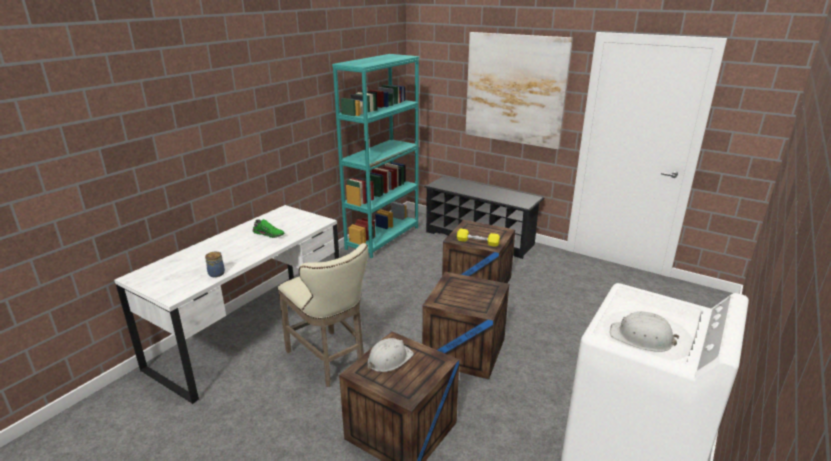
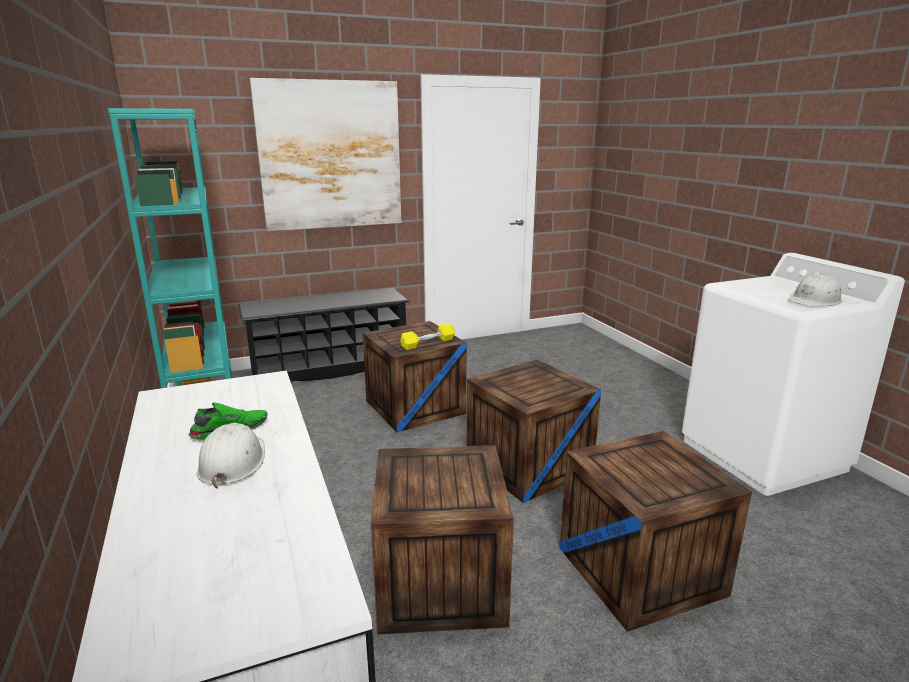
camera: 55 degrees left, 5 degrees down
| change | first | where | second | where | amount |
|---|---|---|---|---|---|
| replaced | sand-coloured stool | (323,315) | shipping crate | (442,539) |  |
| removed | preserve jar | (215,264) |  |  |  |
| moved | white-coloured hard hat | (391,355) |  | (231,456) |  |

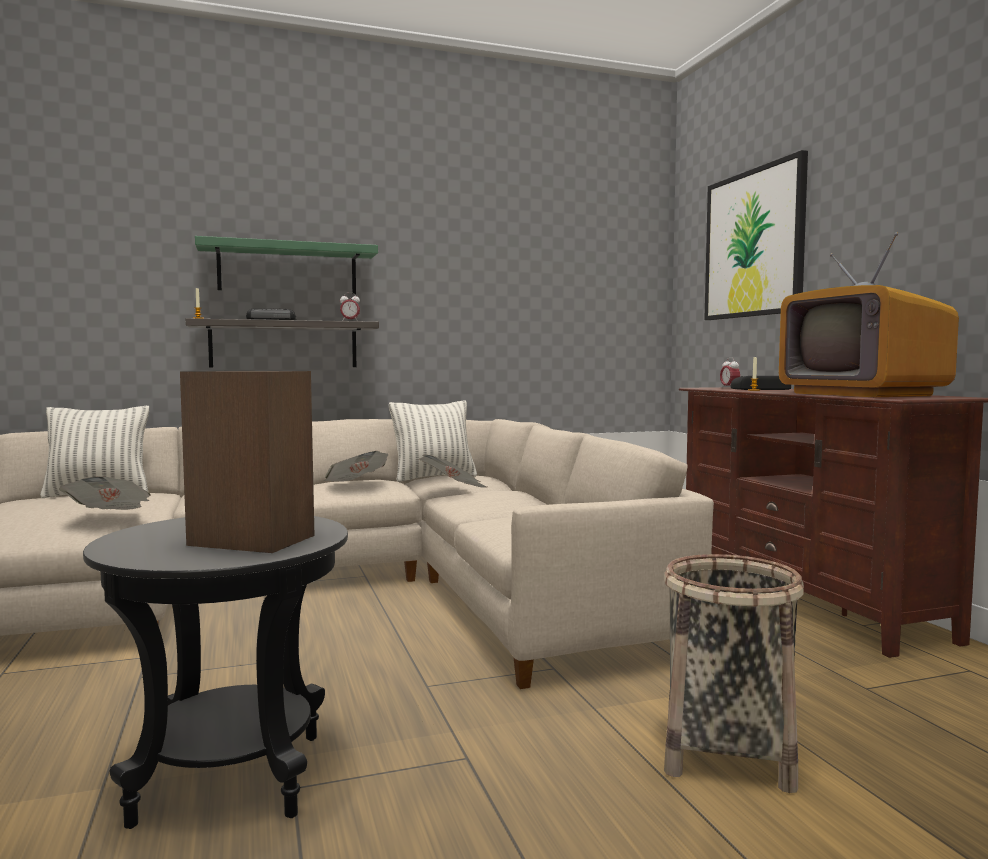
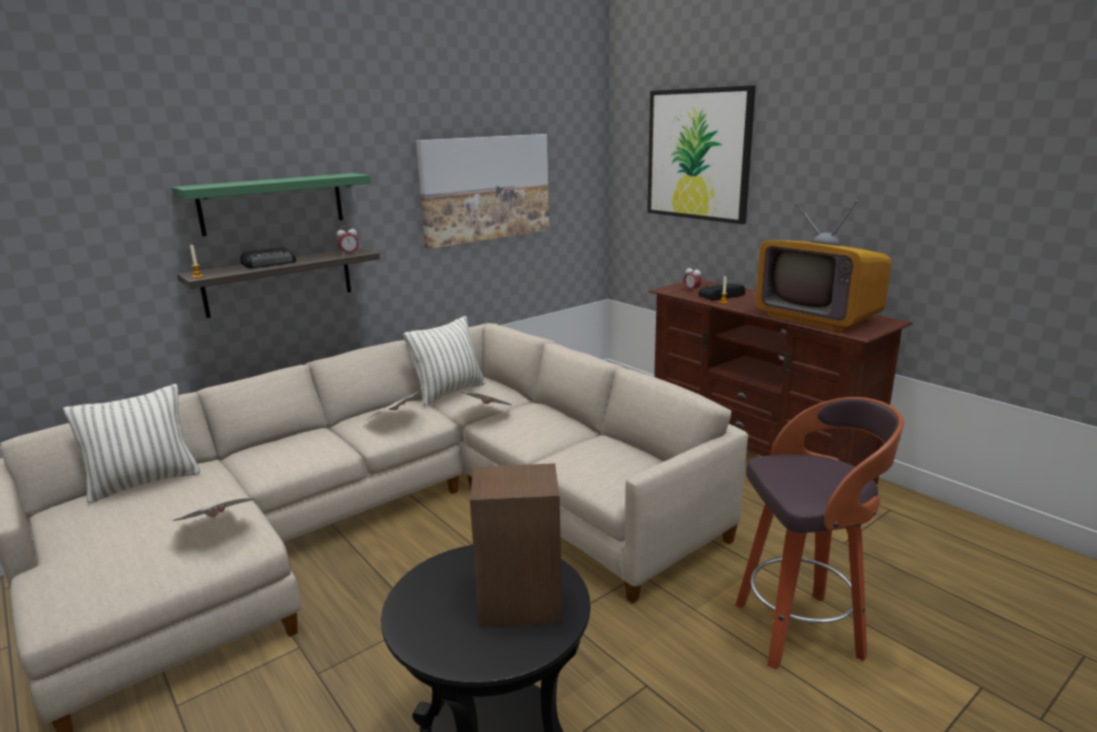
camera: 20 degrees left, 15 degrees up
| change | first | where | second | where | amount |
|---|---|---|---|---|---|
| replaced | household basket | (734,673) | stool | (819,533) |  |
| added |  |  | wall art | (482,191) |  |

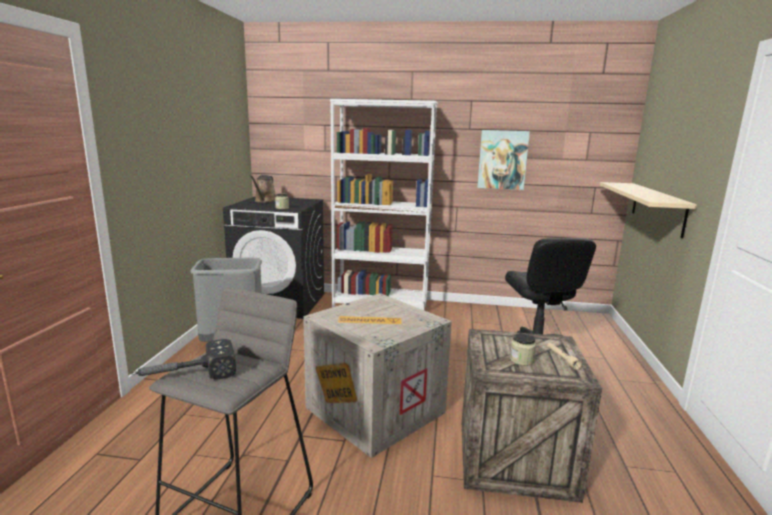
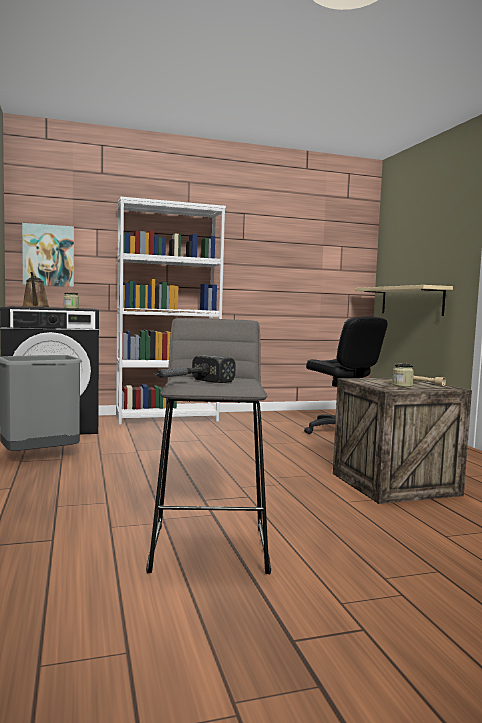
camera: 25 degrees left, 10 degrees down
| change | first | where | second | where | amount |
|---|---|---|---|---|---|
| moved | wall art | (503,160) |  | (48,255) |  |
| removed | shipping crate | (377,375) |  |  |  |

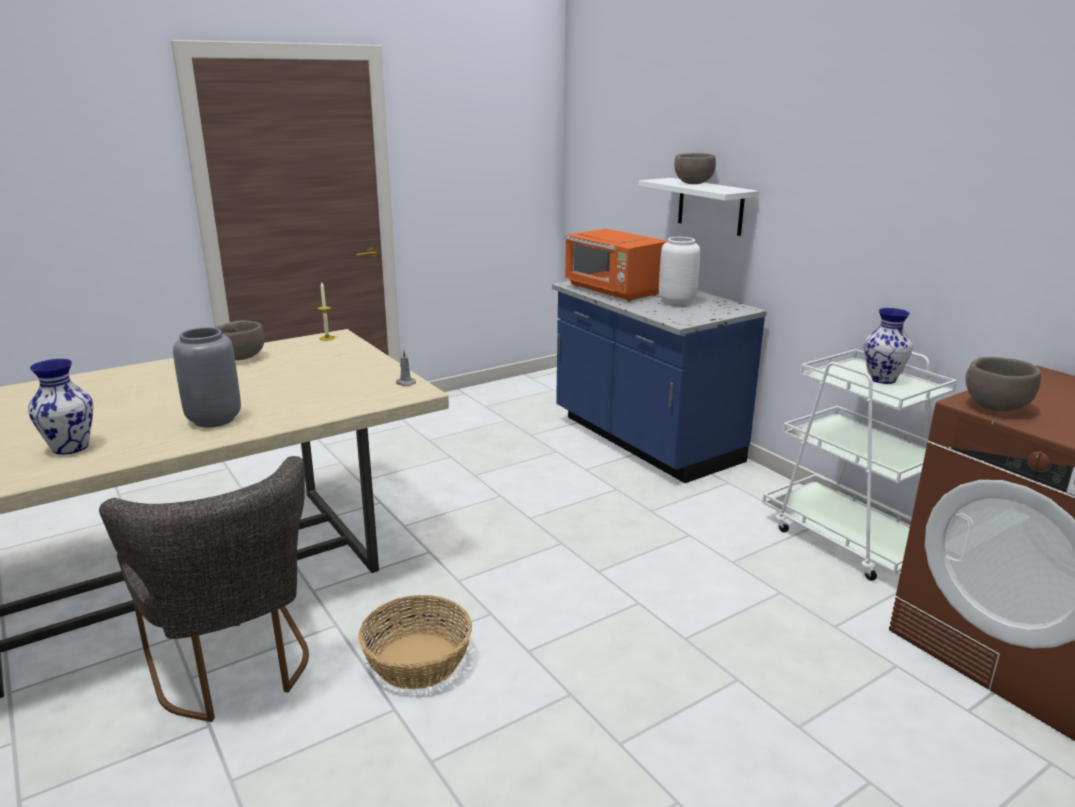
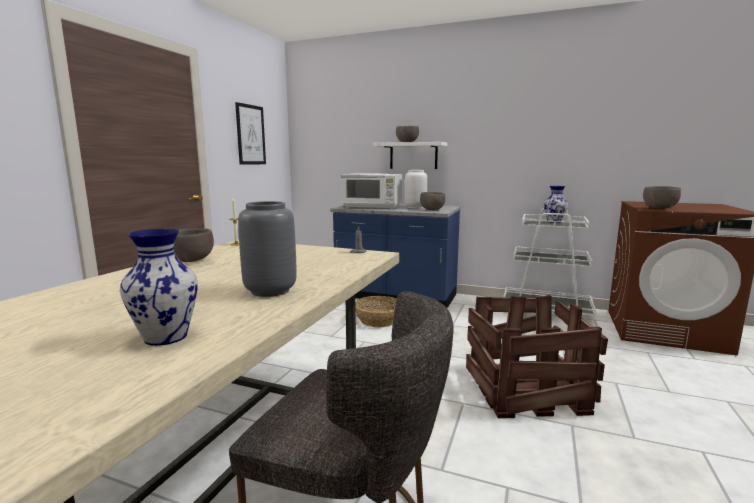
camera: 35 degrees left, 10 degrees down
| change | first | where | second | where | amount |
|---|---|---|---|---|---|
| recoloured | orangey microwave oven | (616,265) | white-coloured microwave oven | (371,191) |  |
| moved | household basket | (415,642) |  | (376,311) |  |
| added |  |  | wall art | (250,133) |  |
| added |  |  | brown-coloured bowl | (432,201) |  |
| added |  |  | shipping crate | (537,356) |  |

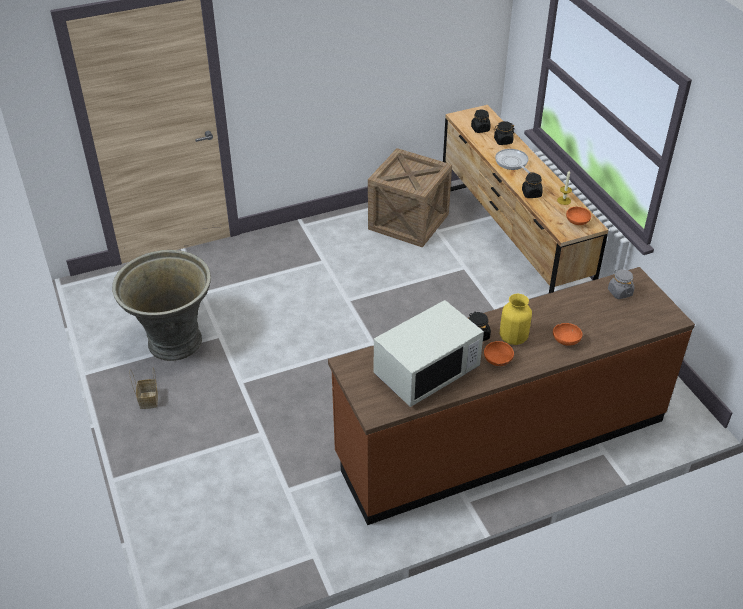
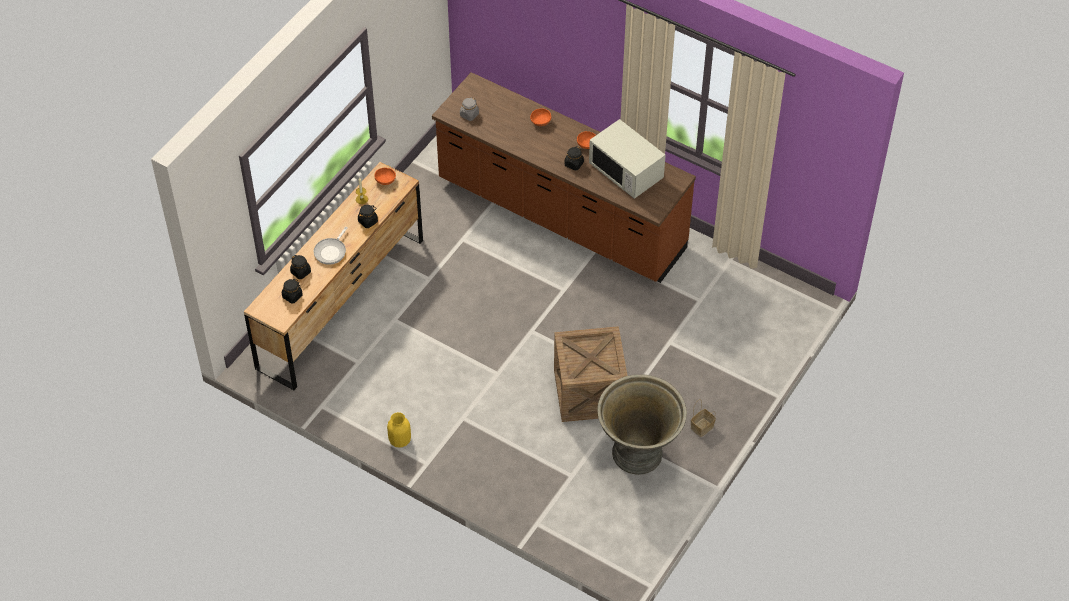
camera: 125 degrees left, 10 degrees up
| change | first | where | second | where | amount |
|---|---|---|---|---|---|
| moved | shipping crate | (410,198) |  | (590,374) |  |
| moved | yellow decorative vase | (516,319) |  | (399,430) |  |
| turned | white-coloured microwave oven | (429,353) |  | (627,159) | 150 degrees counterclockwise |

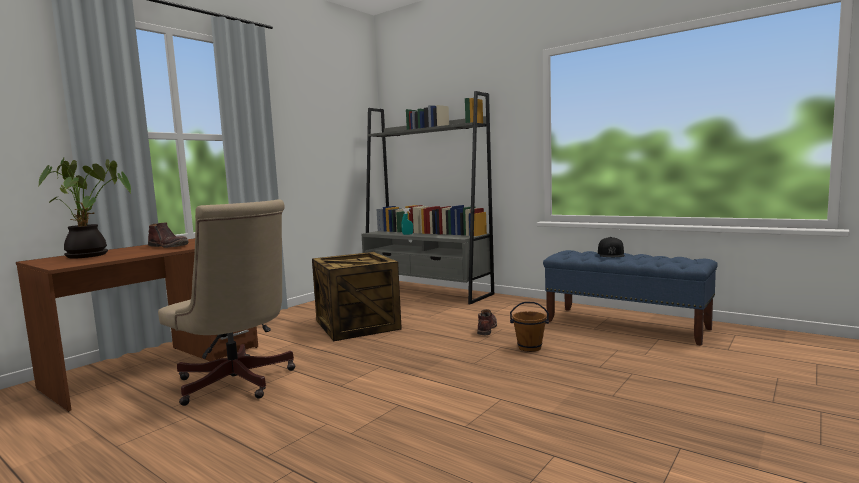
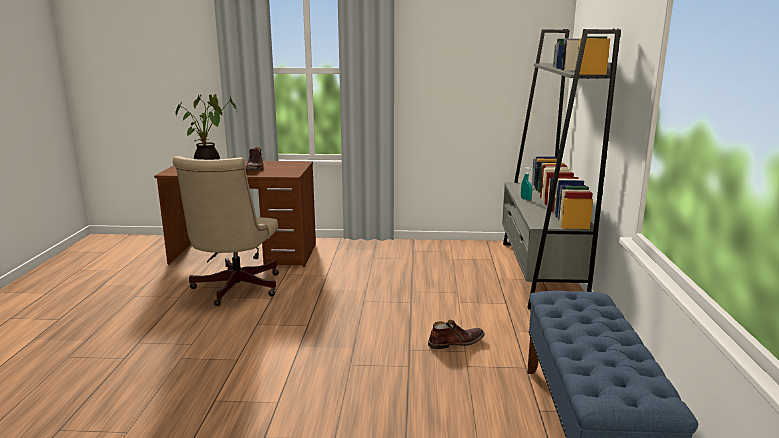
camera: 55 degrees right, 10 degrees up
| change | first | where | second | where | amount |
|---|---|---|---|---|---|
| removed | blackish baseball cap | (611,247) |  |  |  |
| removed | shipping crate | (357,296) |  |  |  |
| removed | brown-coloured pail | (529,327) |  |  |  |

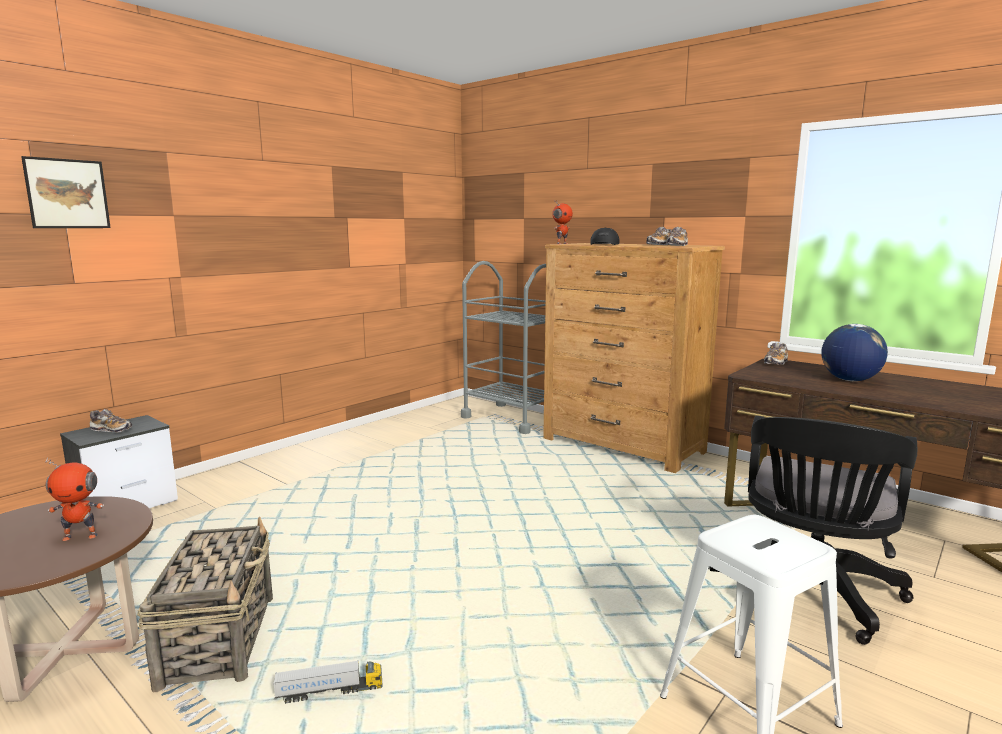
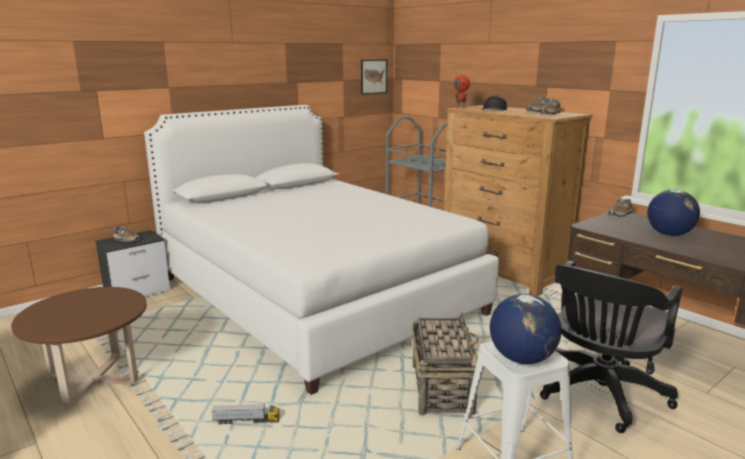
camera: 10 degrees right, 5 degrees up
| change | first | where | second | where | amount |
|---|---|---|---|---|---|
| moved | wall art | (66,192) |  | (374,77) |  |
| removed | toy robot | (75,499) |  |  |  |
| moved | household basket | (205,604) |  | (445,364) |  |
| added |  |  | white-coloured sleeping bed | (321,250) |  |
| added |  |  | world globe | (525,329) |  |

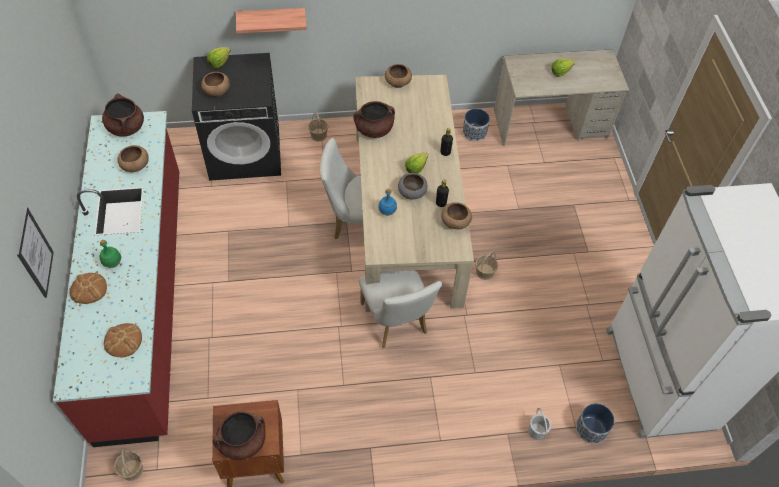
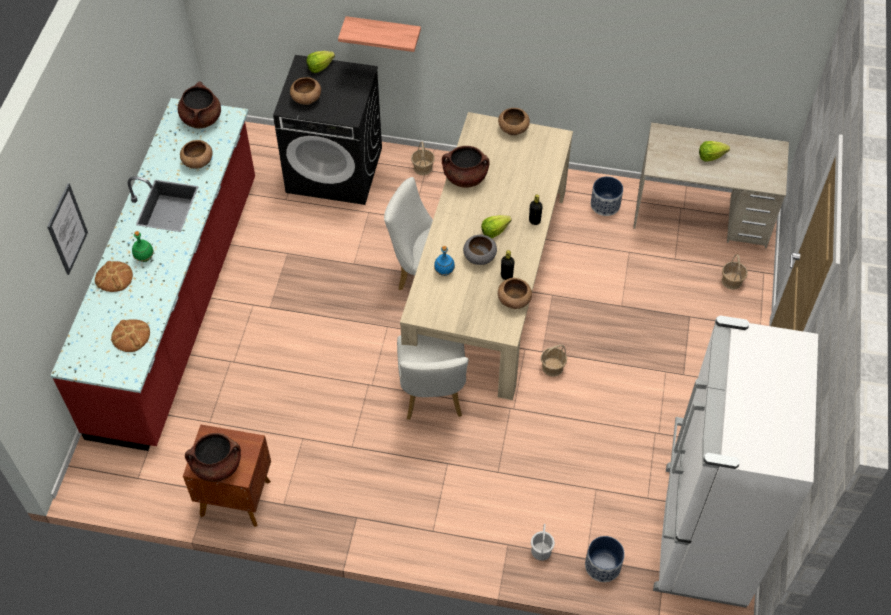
camera: 20 degrees right, 0 degrees up
| change | first | where | second | where | amount |
|---|---|---|---|---|---|
| moved | household basket | (128,464) |  | (735,272) |  |

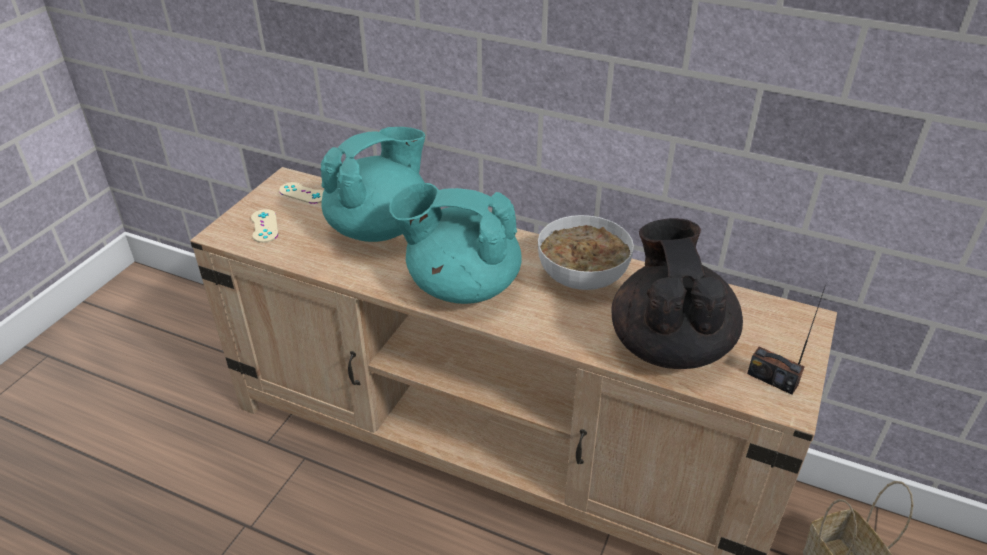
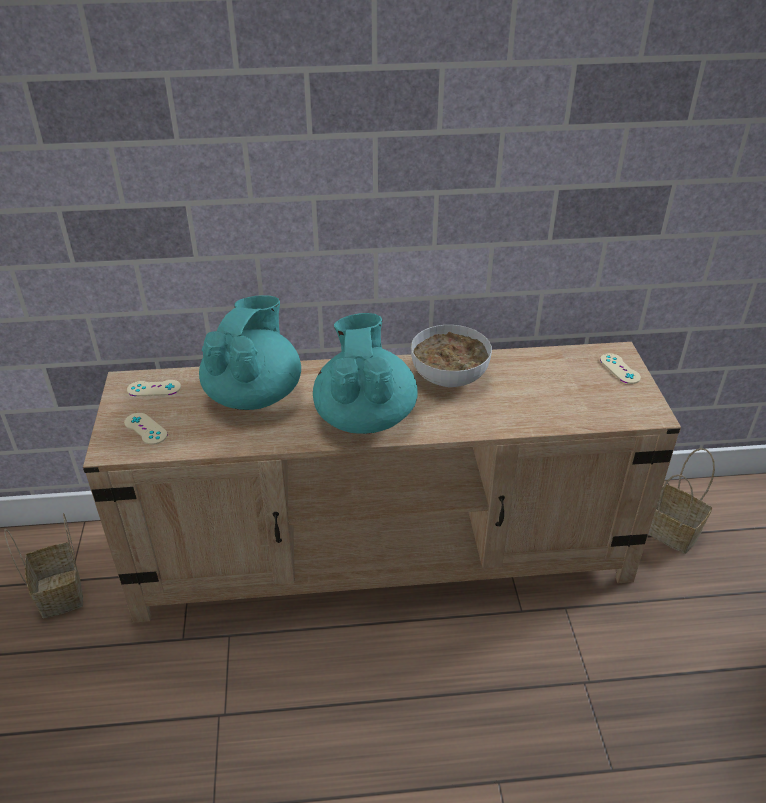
camera: 30 degrees left, 0 degrees up
| change | first | where | second | where | amount |
|---|---|---|---|---|---|
| turned | blue-green tea pot | (455,243) |  | (365,373) | 105 degrees clockwise |
| removed | blackish tea pot | (677,293) |  |  |  |
| removed | radio | (786,340) |  |  |  |
| added |  |  | sand-coloured joypad | (620,368) |  |
| added |  |  | household basket | (43,566) |  |

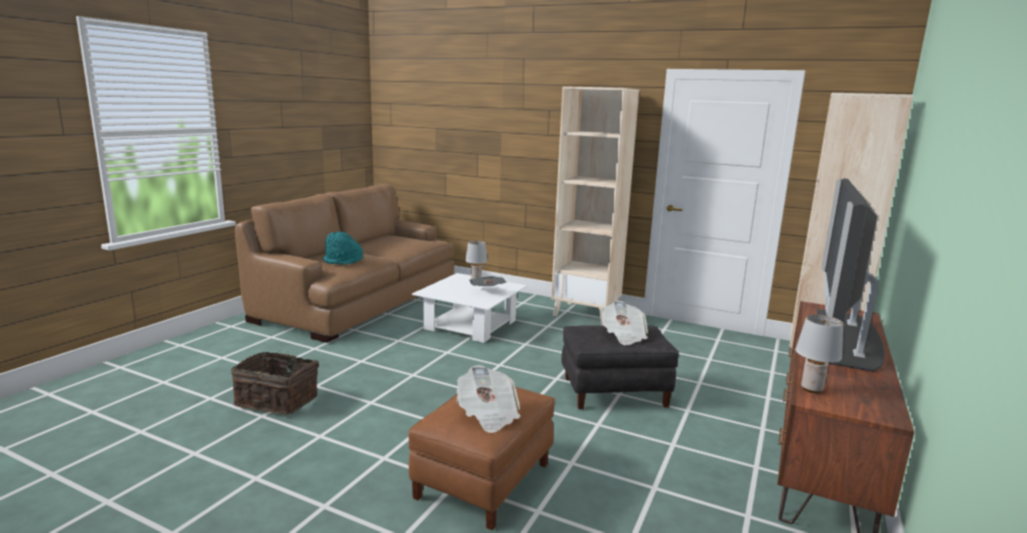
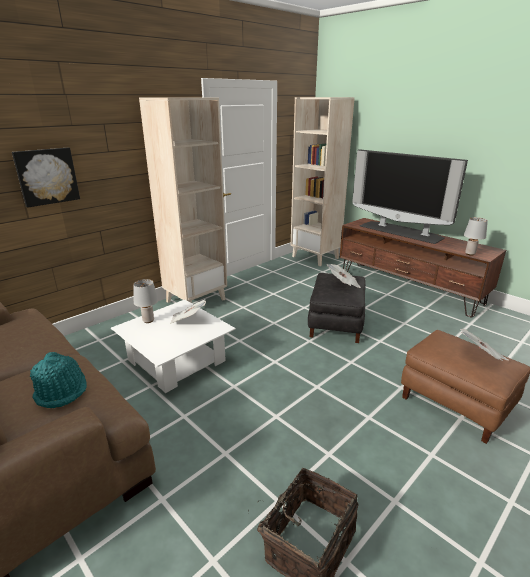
camera: 70 degrees left, 10 degrees up
| change | first | where | second | where | amount |
|---|---|---|---|---|---|
| added |  |  | wall art | (46,178) |  |

